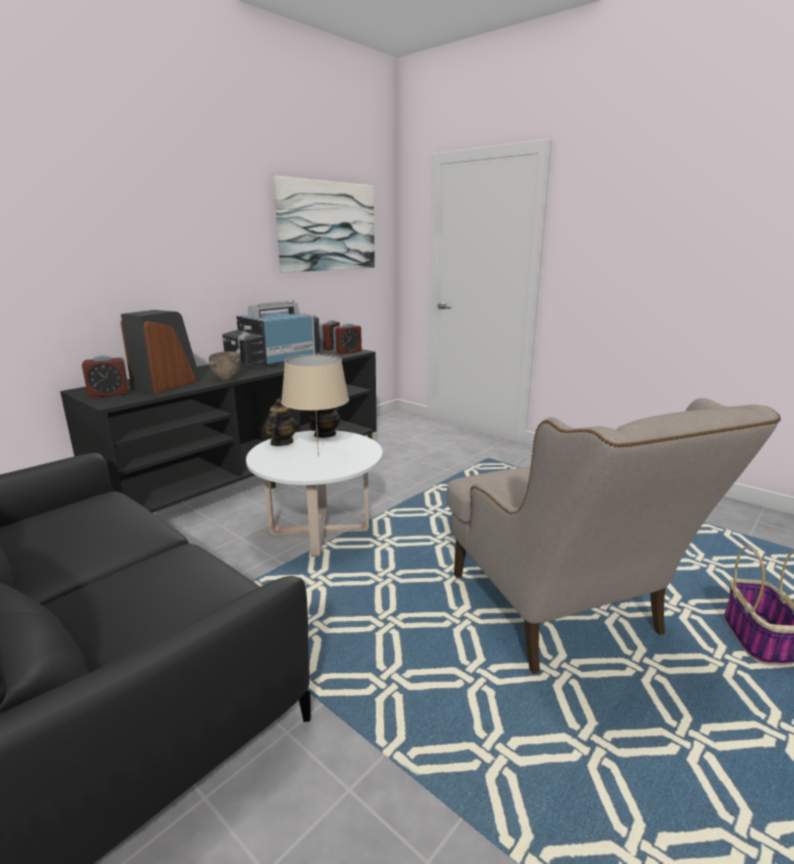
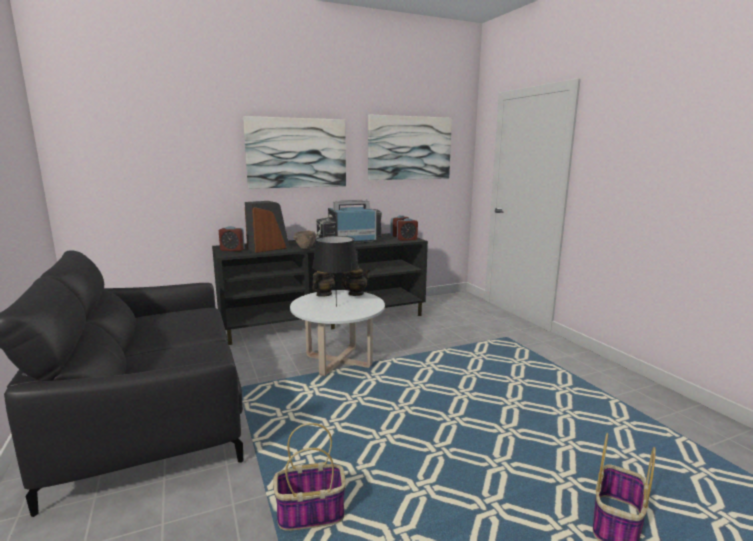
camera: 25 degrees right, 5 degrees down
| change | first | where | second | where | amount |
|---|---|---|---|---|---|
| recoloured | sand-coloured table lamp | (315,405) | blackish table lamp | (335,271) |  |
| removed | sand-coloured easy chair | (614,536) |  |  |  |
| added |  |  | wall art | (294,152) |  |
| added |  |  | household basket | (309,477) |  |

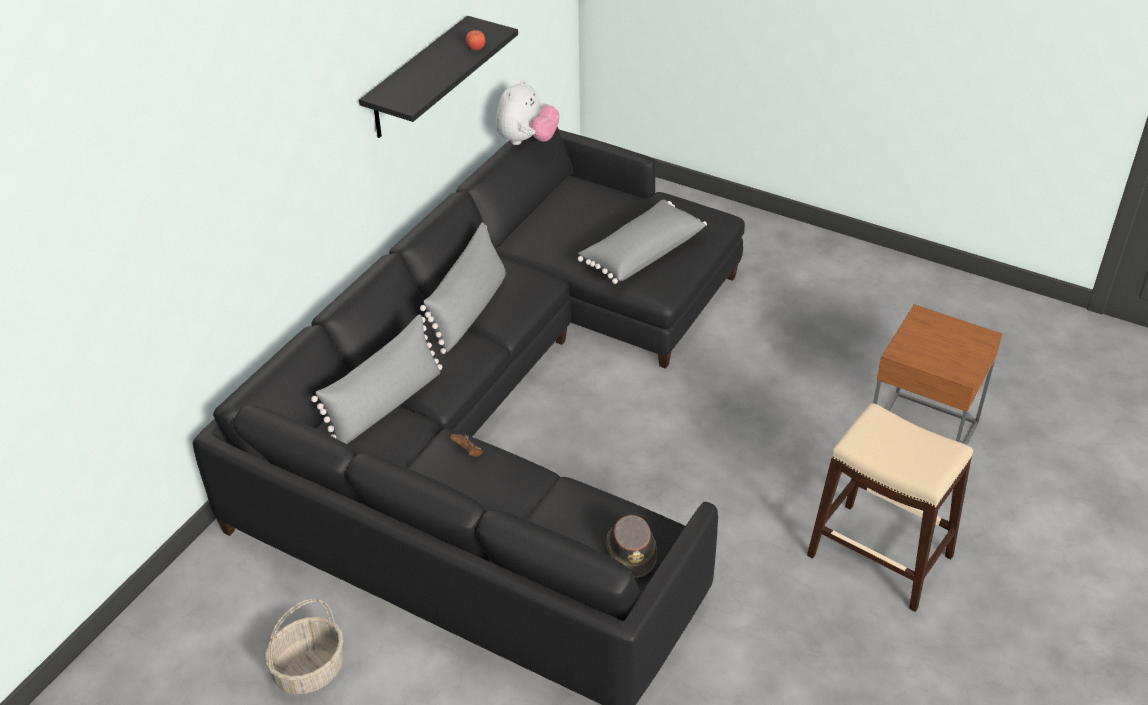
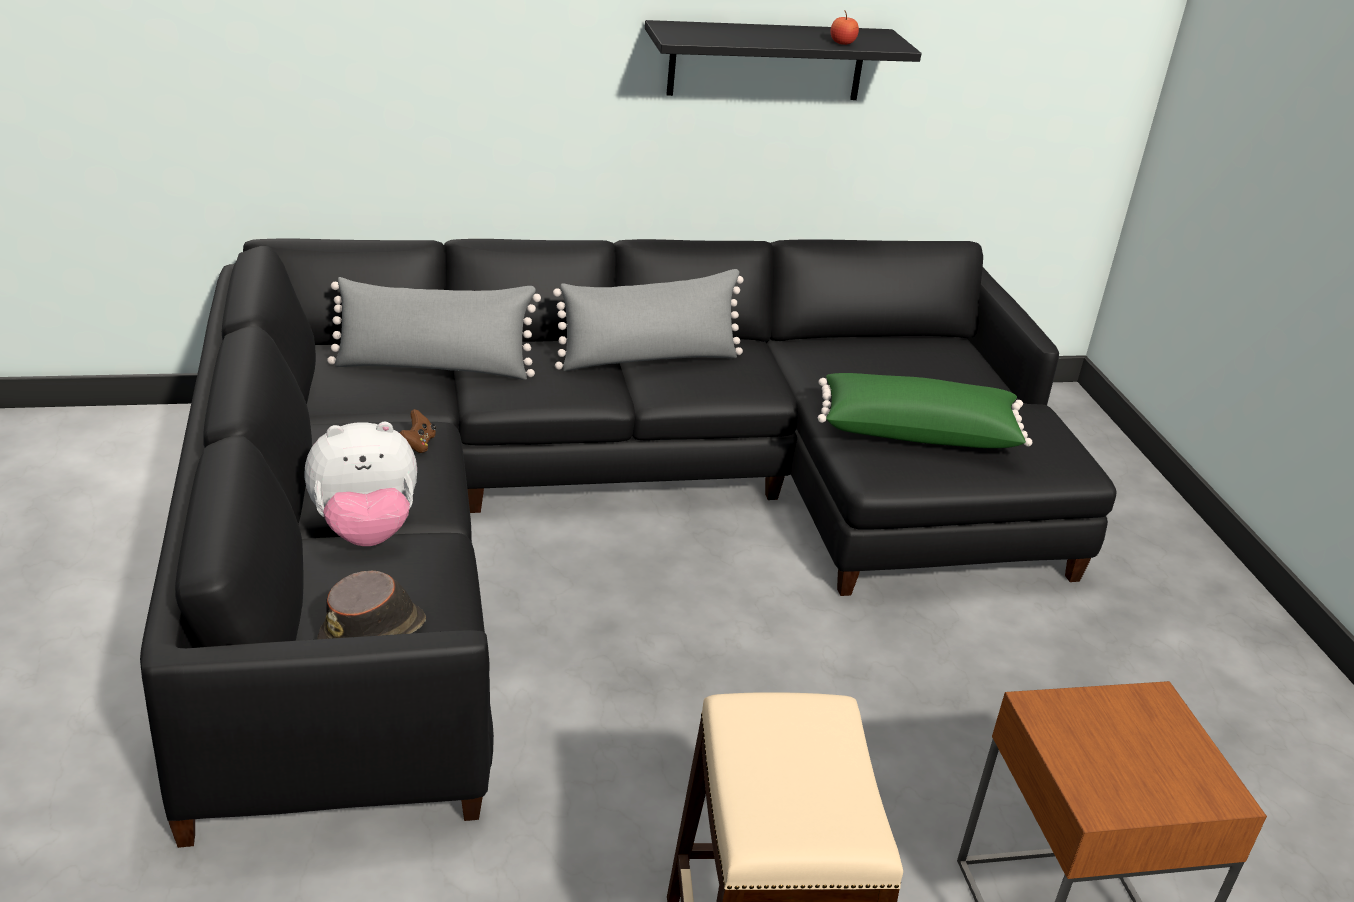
camera: 45 degrees right, 10 degrees down
| change | first | where | second | where | amount |
|---|---|---|---|---|---|
| moved | soft toy | (528,112) |  | (360,484) |  |
| recoloured | greyish cushion | (642,242) | green cushion | (925,410) |  |
| removed | household basket | (304,647) |  |  |  |

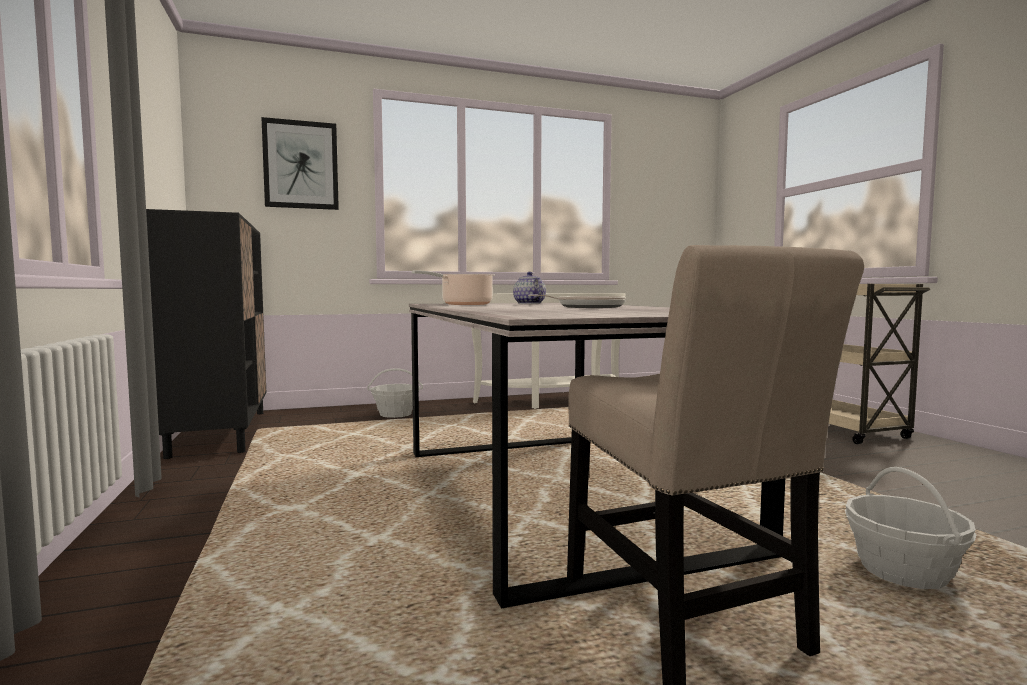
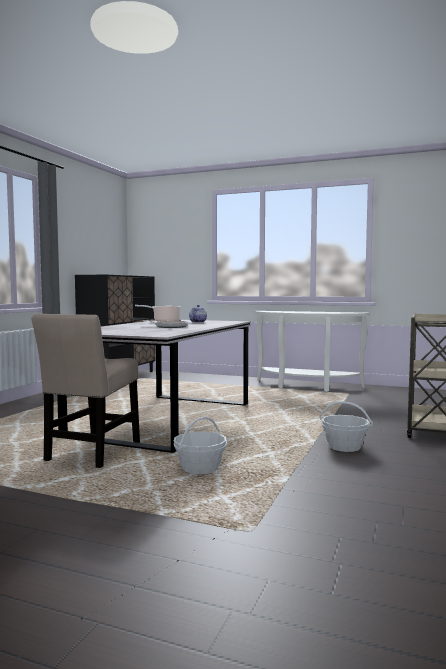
camera: 40 degrees right, 0 degrees up
| change | first | where | second | where | amount |
|---|---|---|---|---|---|
| removed | wall art | (300,163) |  |  |  |
| moved | household basket | (395,393) |  | (346,426) |  |

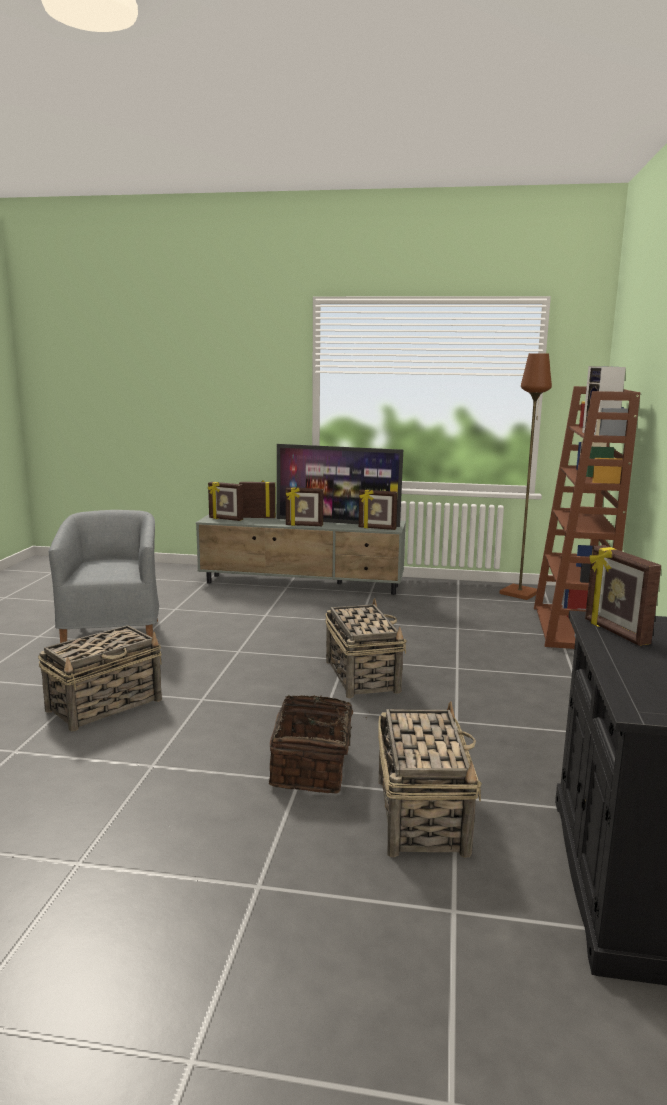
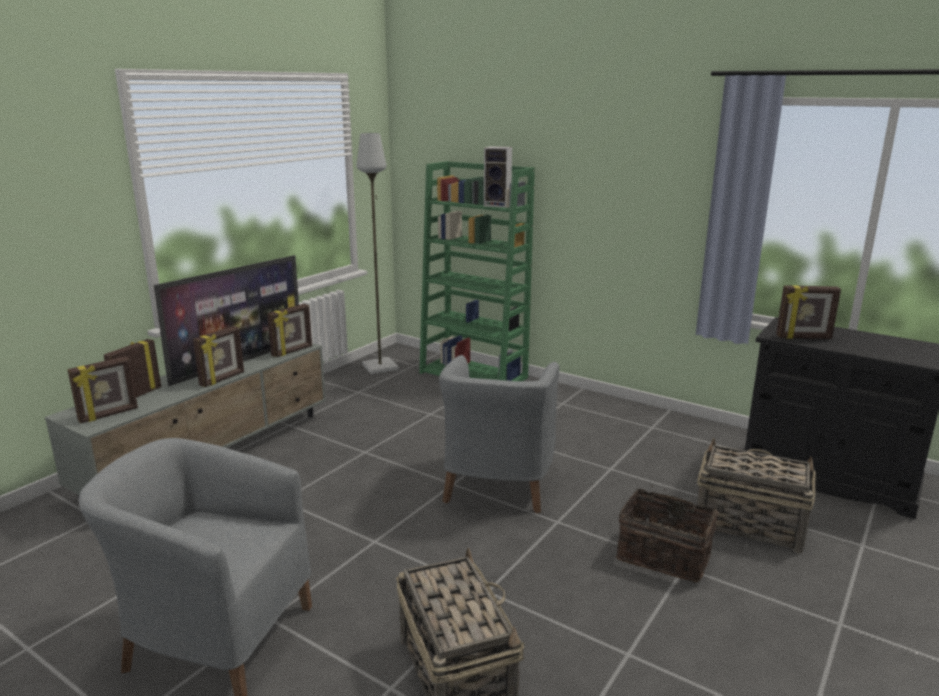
camera: 65 degrees left, 5 degrees up
| change | first | where | second | where | amount |
|---|---|---|---|---|---|
| recoloured | brown-coloured standard lamp | (526,476) | greyish standard lamp | (377,253) |  |
| recoloured | brown-coloured bookcase | (587,517) | green bookcase | (477,271) |  |
| replaced | household basket | (365,648) | greyish easy chair | (499,434) |  |

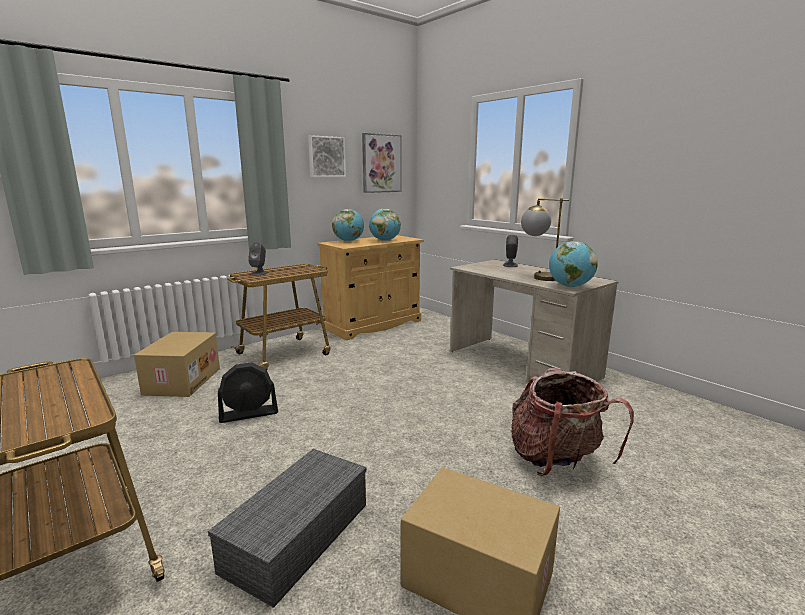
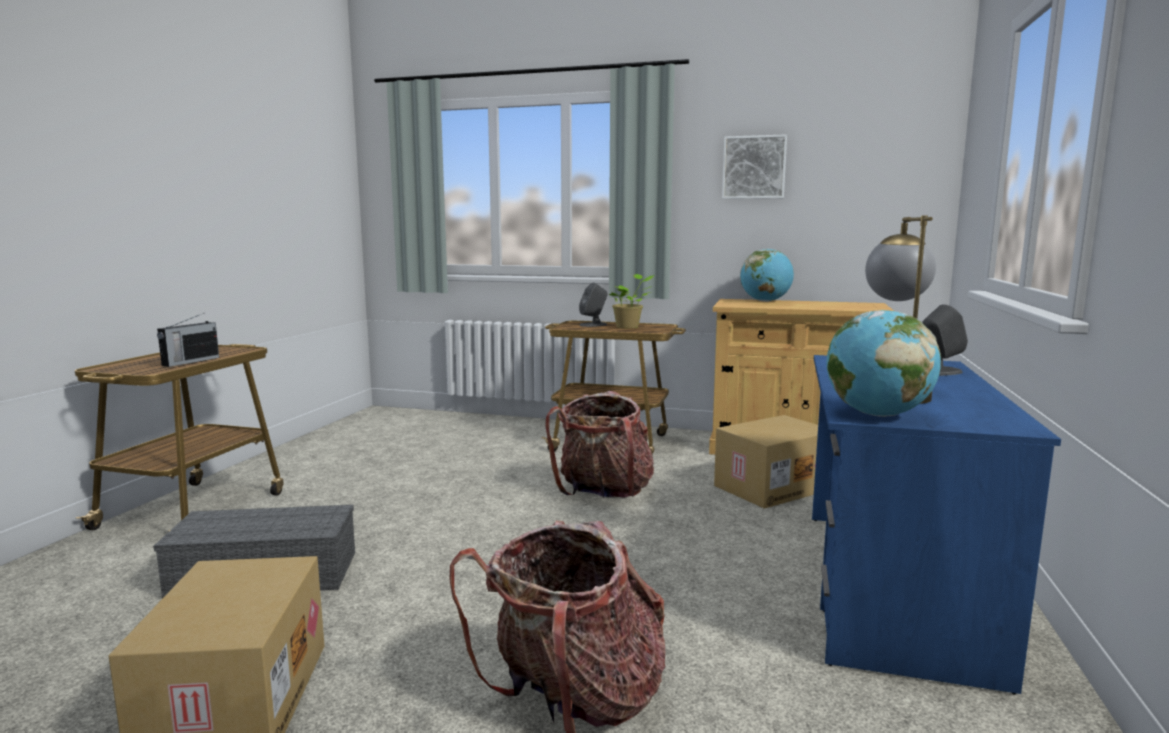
camera: 55 degrees right, 5 degrees down
| change | first | where | second | where | amount |
|---|---|---|---|---|---|
| removed | wall art | (382,163) |  |  |  |
| removed | world globe | (385,225) |  |  |  |
| recoloured | sand-coloured desk unit | (534,321) | bluish desk unit | (936,525) |  |
| moved | cardboard box | (177,364) |  | (766,462) |  |
| removed | blackish electric fan | (248,392) |  |  |  |
| added |  |  | plant in a pot | (631,301) |  |
| added |  |  | radio | (188,340) |  |
| added |  |  | backpack | (599,445) |  |

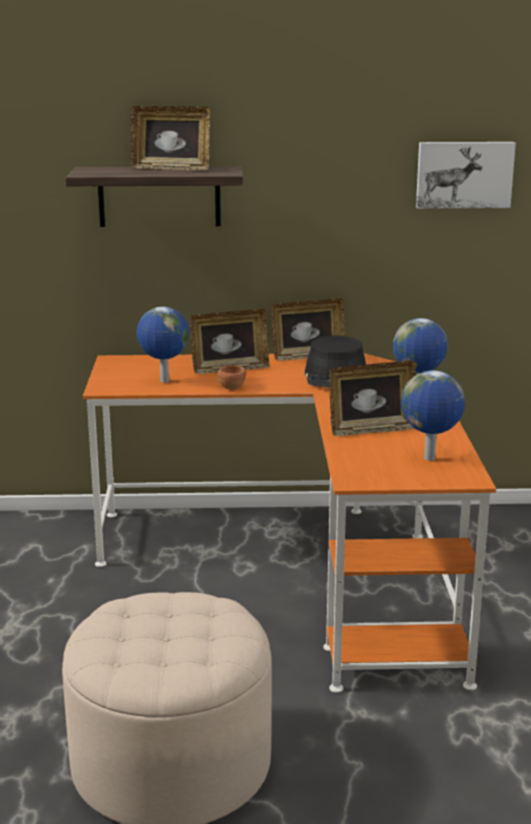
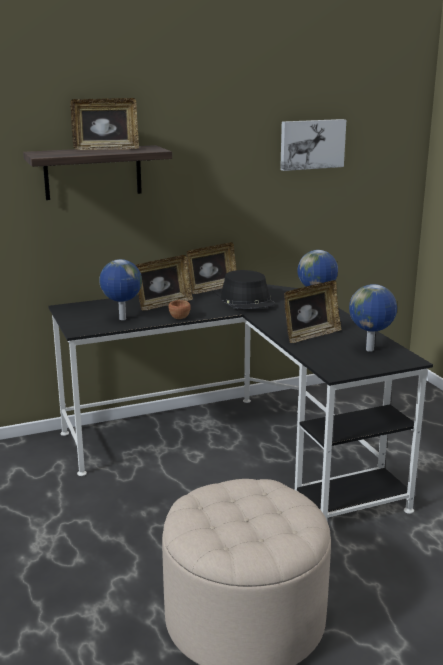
camera: 20 degrees left, 0 degrees up
| change | first | where | second | where | amount |
|---|---|---|---|---|---|
| recoloured | orangey desk unit | (289,523) | blackish desk unit | (240,402) |  |

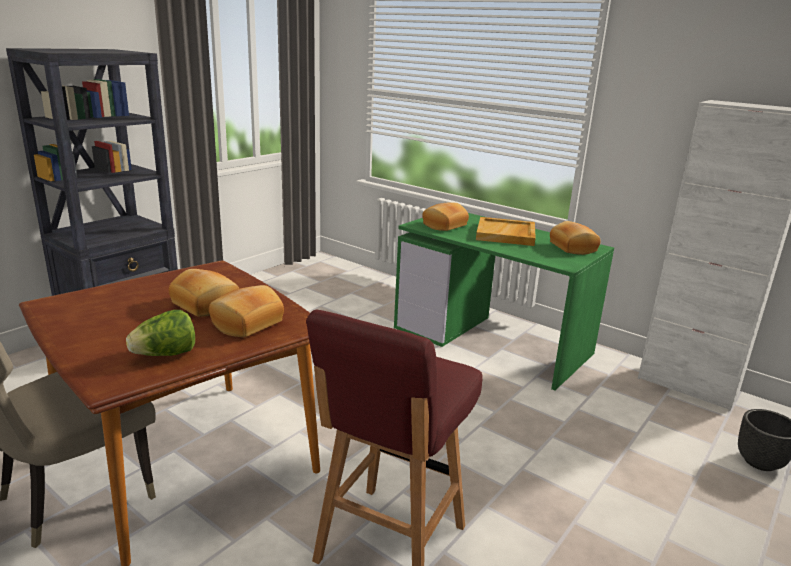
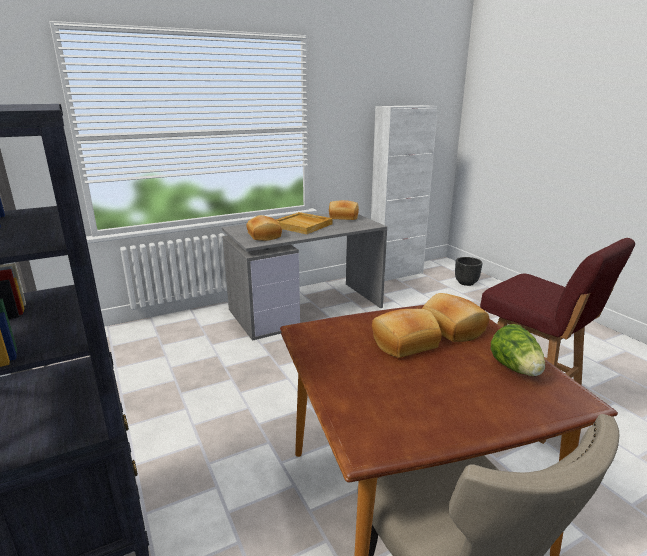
camera: 65 degrees left, 0 degrees up
| change | first | where | second | where | amount |
|---|---|---|---|---|---|
| recoloured | green desk unit | (504,301) | greyish desk unit | (304,277) |  |

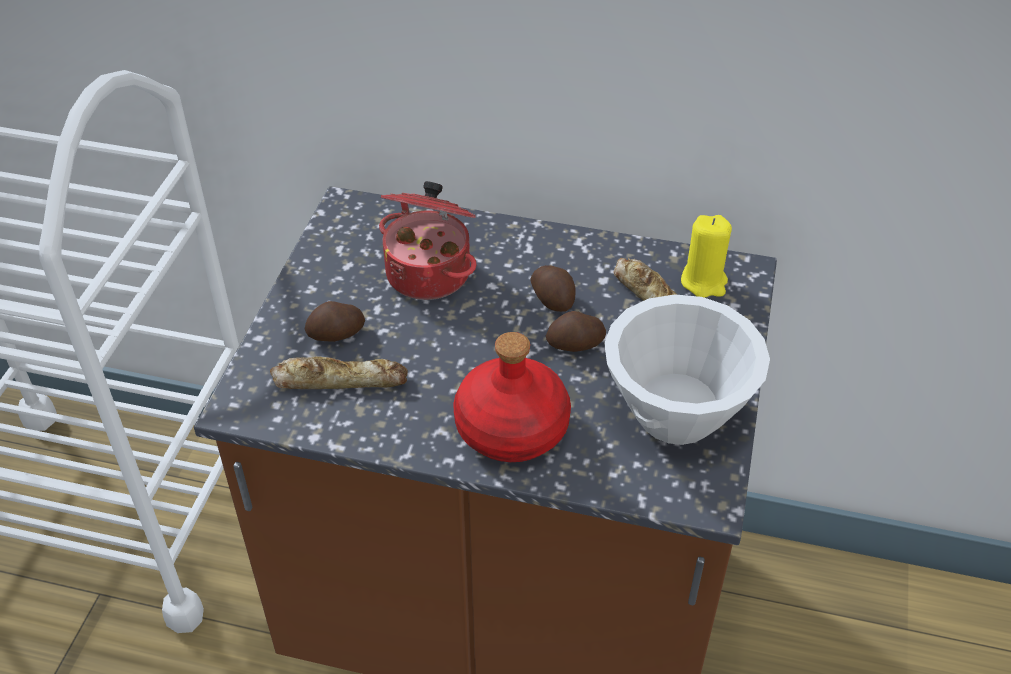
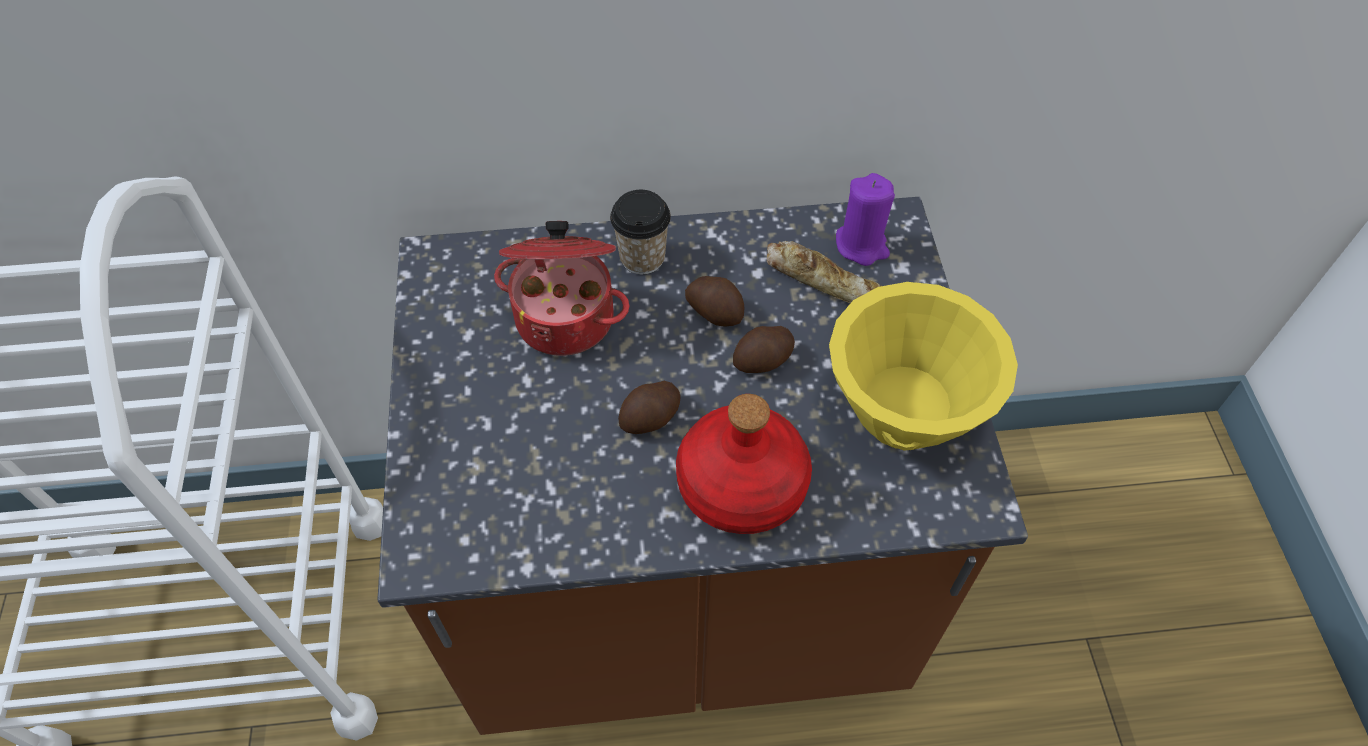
camera: 20 degrees left, 10 degrees up
| change | first | where | second | where | amount |
|---|---|---|---|---|---|
| recoloured | yellow wax light | (706,256) | purple wax light | (865,219) |  |
| recoloured | white-coloured bowl | (687,369) | yellow bowl | (923,366) |  |
| moved | potato | (335,321) |  | (649,407) |  |
| removed | bakery bread | (339,372) |  |  |  |
| added |  |  | cup | (640,232) |  |

